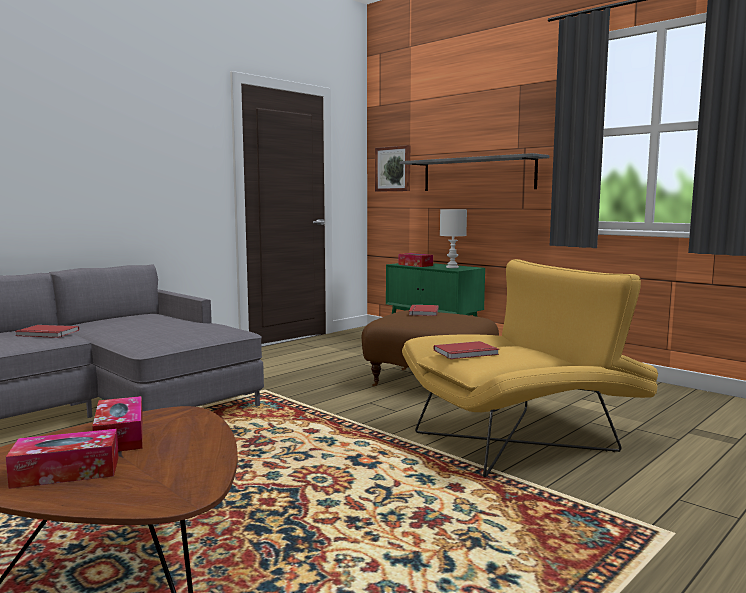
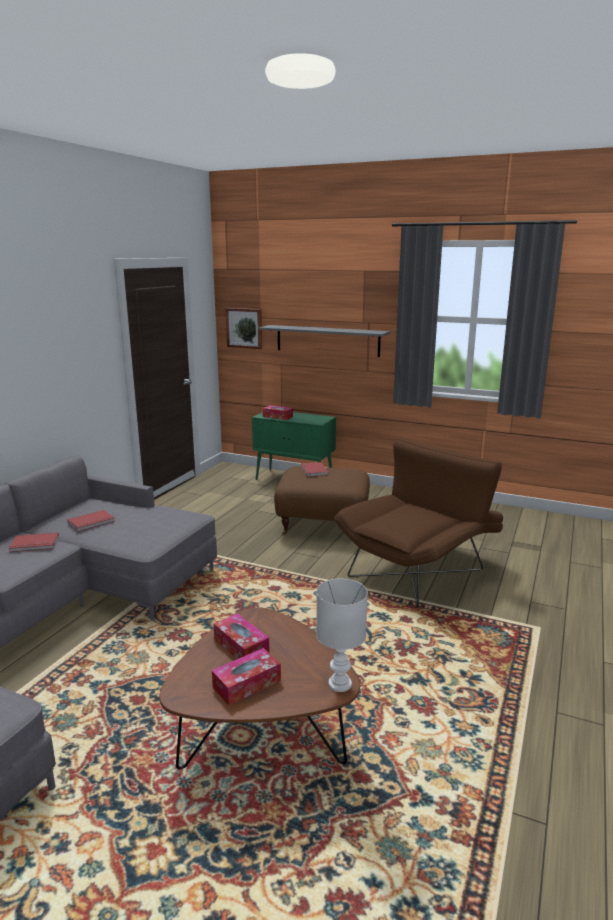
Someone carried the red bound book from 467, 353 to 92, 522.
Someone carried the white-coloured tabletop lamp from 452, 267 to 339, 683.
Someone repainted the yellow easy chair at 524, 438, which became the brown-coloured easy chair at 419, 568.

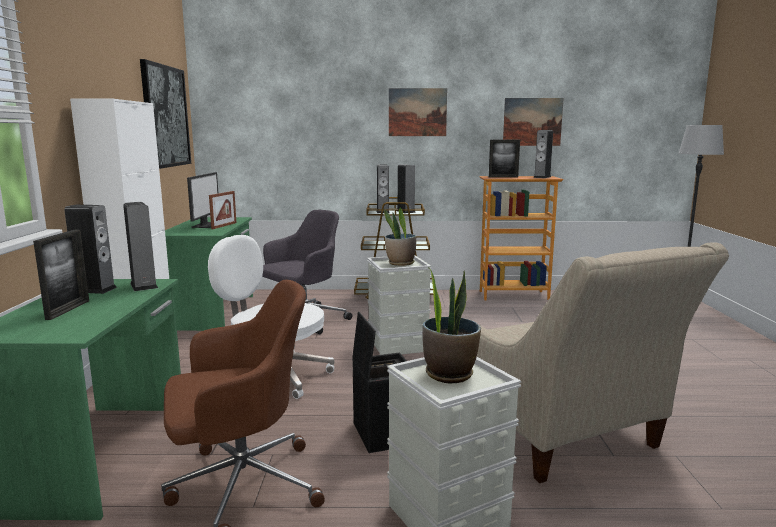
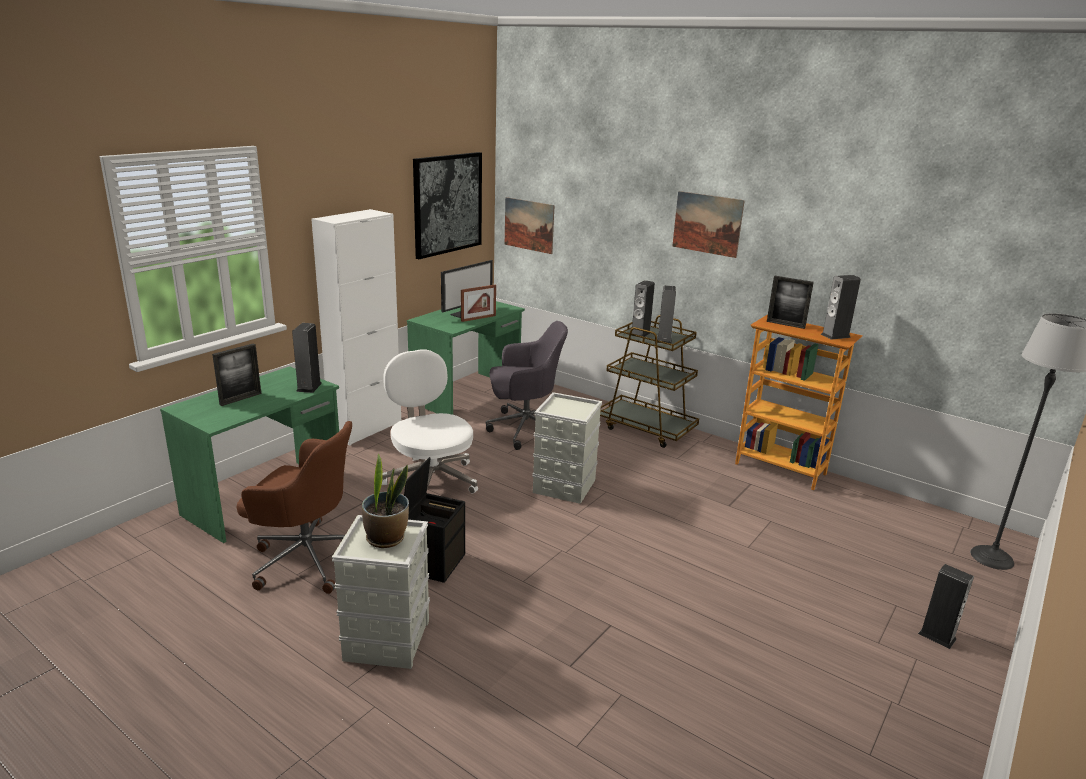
Someone took away the plant in a pot at 400, 263.
Someone took away the beige easy chair at 567, 439.
Someone carried the loudspeaker from 95, 289 to 937, 636.
Someone carried the wall art from 532, 122 to 529, 225.

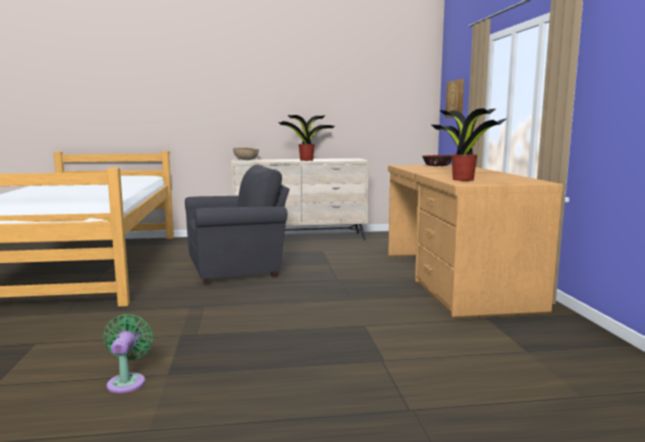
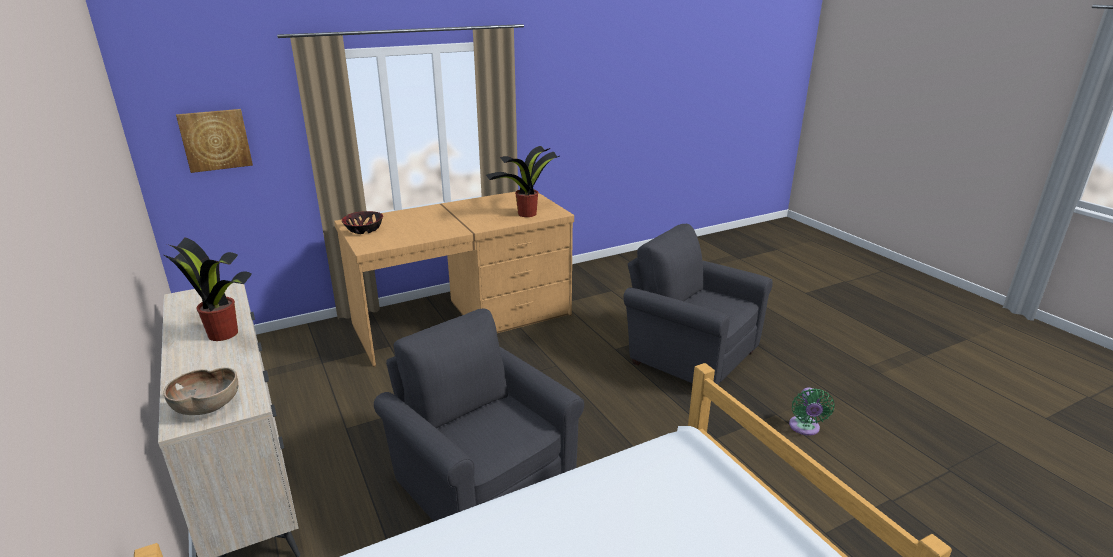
Someone put down the gray easy chair at 689, 355.
Someone rotated the green electric fan at 127, 381 by 60 degrees counterclockwise.

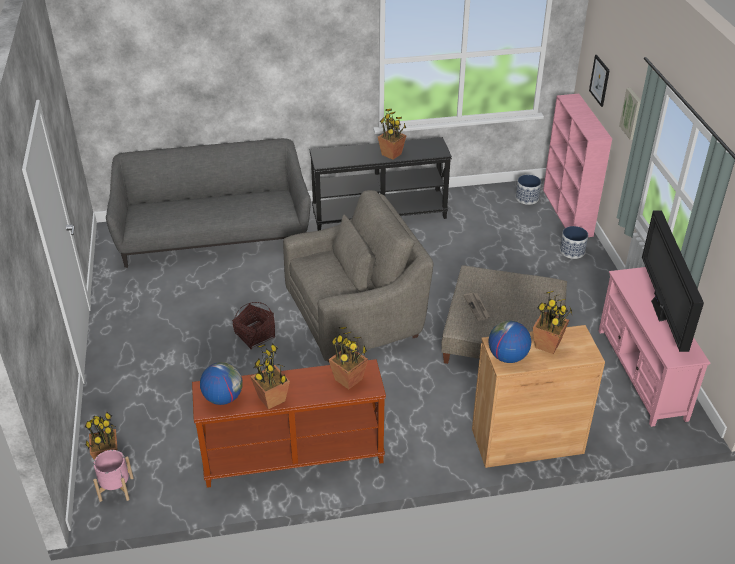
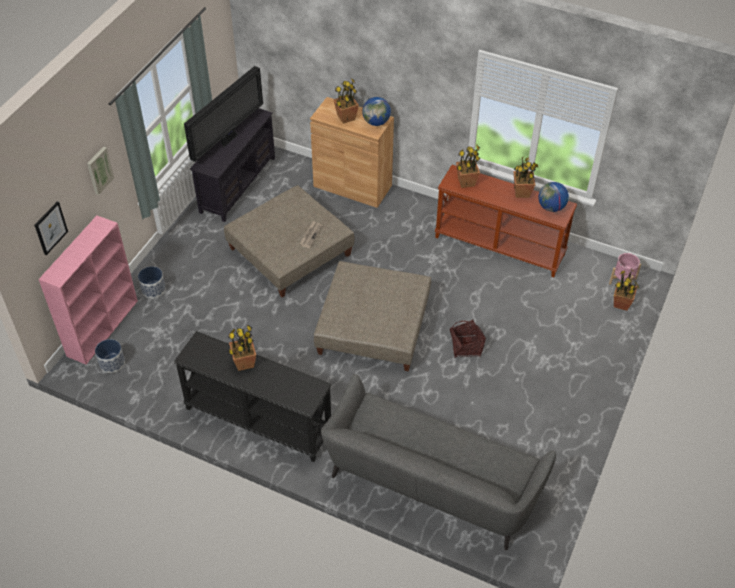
Someone swapped the gray easy chair at 355, 312 for the beige pouffe at 373, 327.
Someone repainted the pinkish tv stand at 641, 374, which became the blackish tv stand at 237, 185.

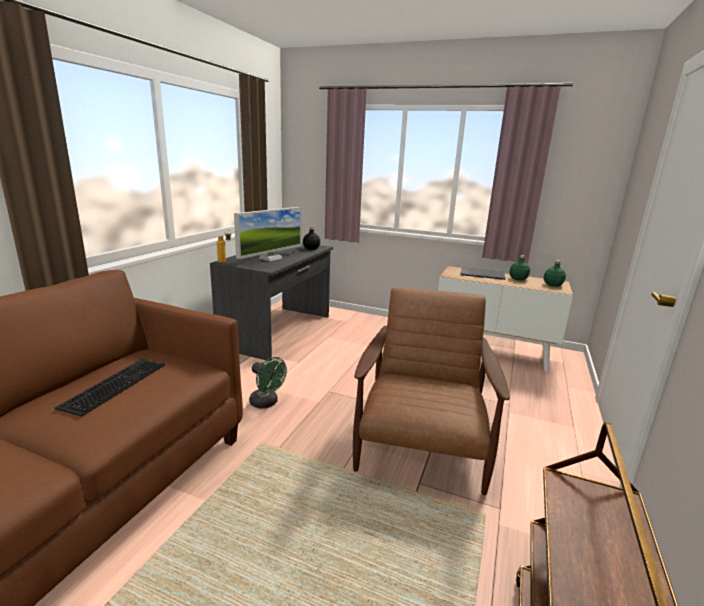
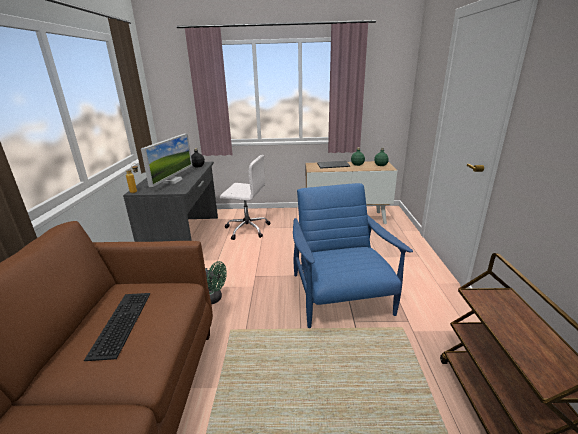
Someone put down the white-coloured computer chair at 246, 229.
Someone repainted the brown-coloured easy chair at 421, 445, which became the blue-coloured easy chair at 340, 296.

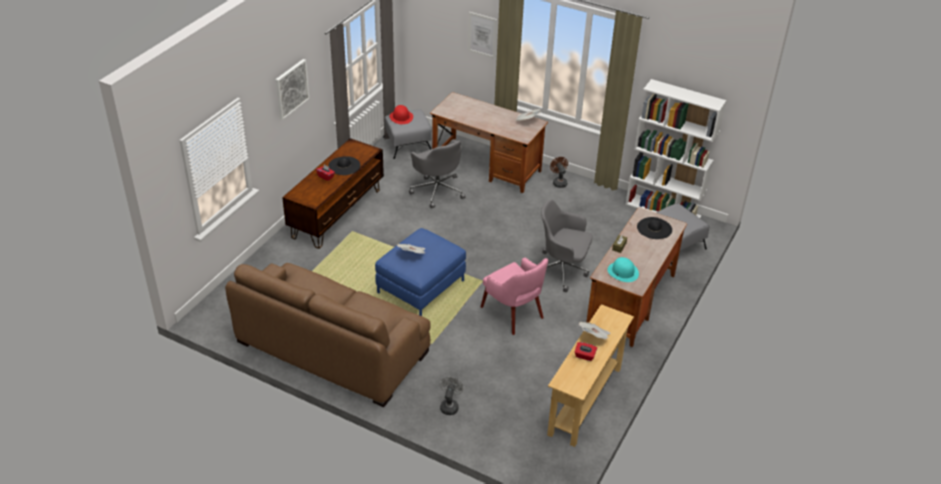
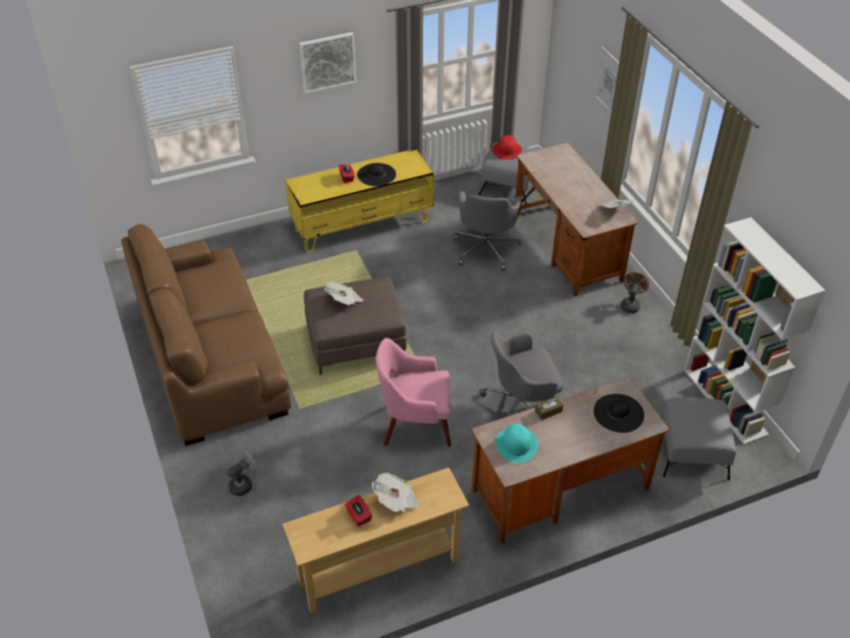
Someone repainted the brown-coloured tv stand at 337, 213, which became the yellow tv stand at 362, 225.
Someone repainted the blue-coloured pouffe at 420, 286, which became the brown-coloured pouffe at 356, 342.
Someone rotated the pinkish easy chair at 513, 313 by 90 degrees clockwise.
Someone rotated the gray computer chair at 562, 270 by 75 degrees counterclockwise.

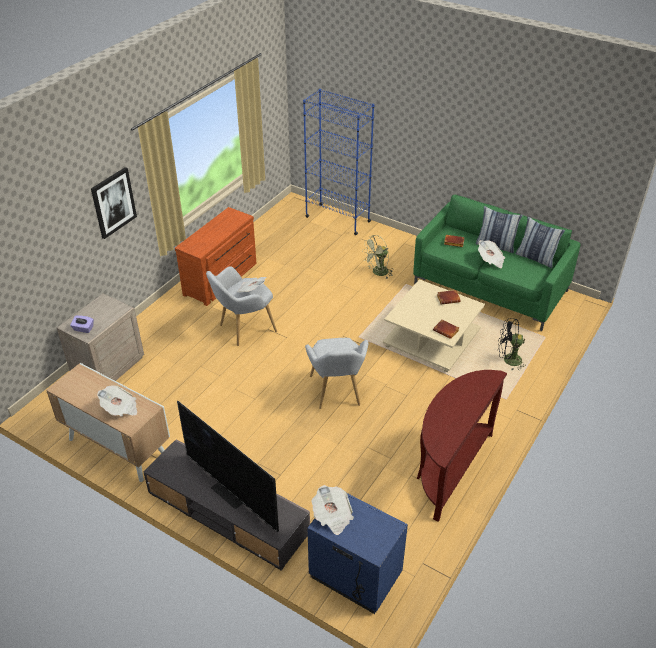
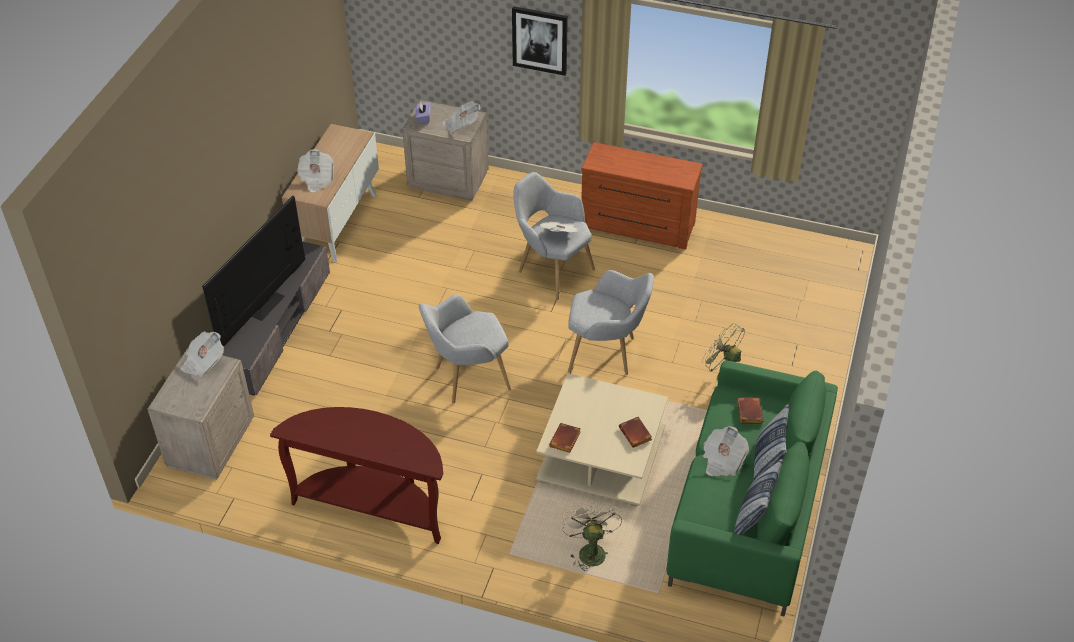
Someone took away the blue-coloured bookcase at 337, 219.
Someone put down the newspaper at 461, 125.
Someone put down the gray easy chair at 607, 354.
Someone repainted the blue-coloured night table at 354, 576, which became the beige night table at 209, 443.
Someone repainted the blackish electric fan at 508, 360, which became the beige electric fan at 589, 550.

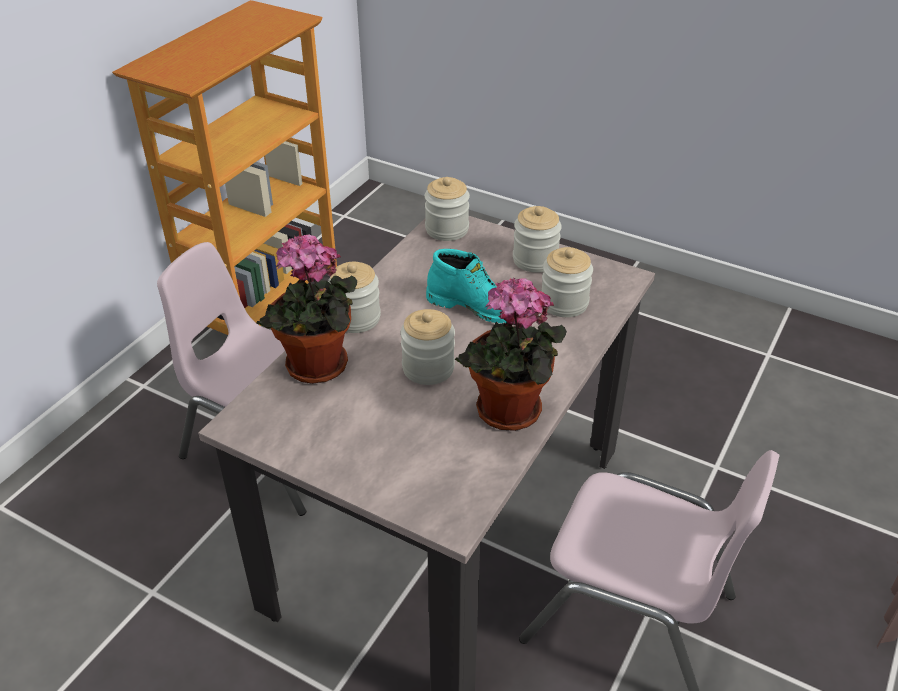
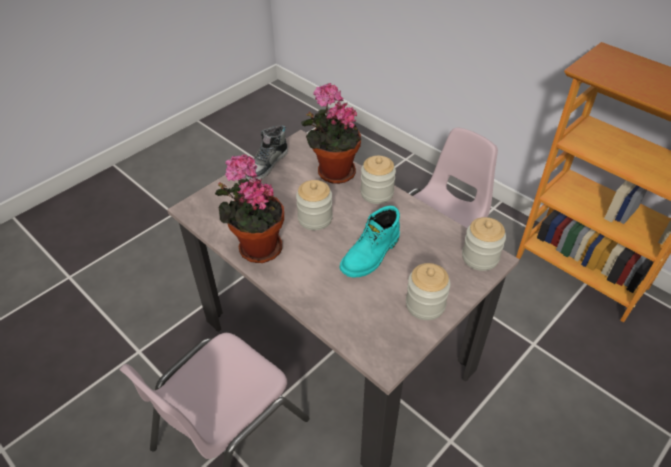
Someone took away the jar at 564, 303.
Someone put down the low shoe at 267, 164.

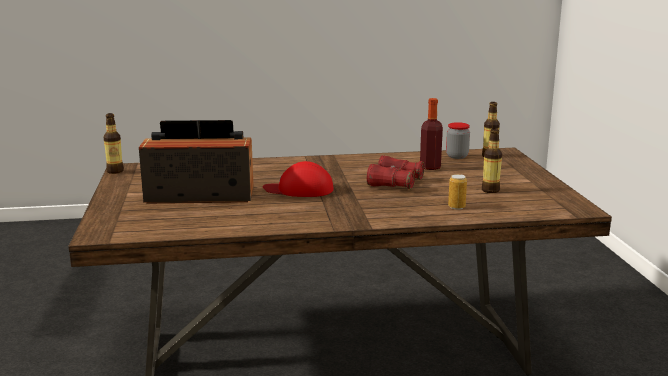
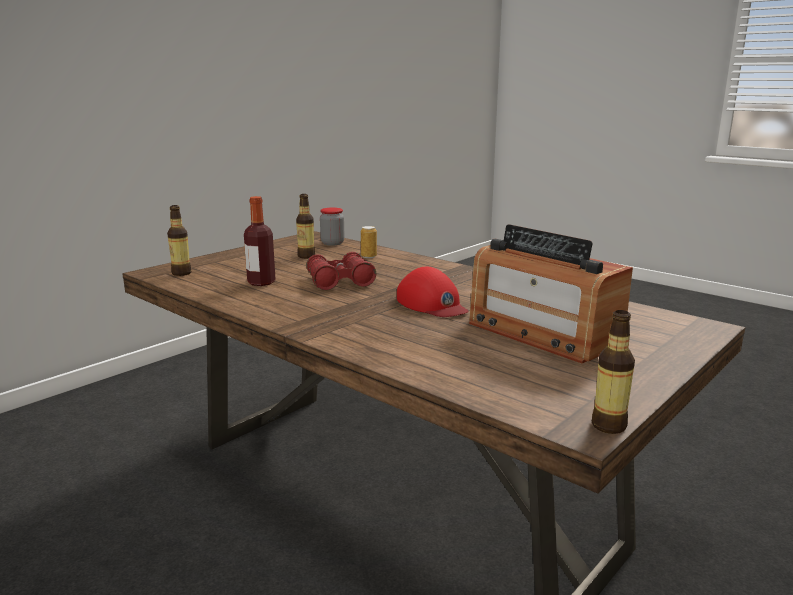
Someone carried the jar from 457, 156 to 332, 243.

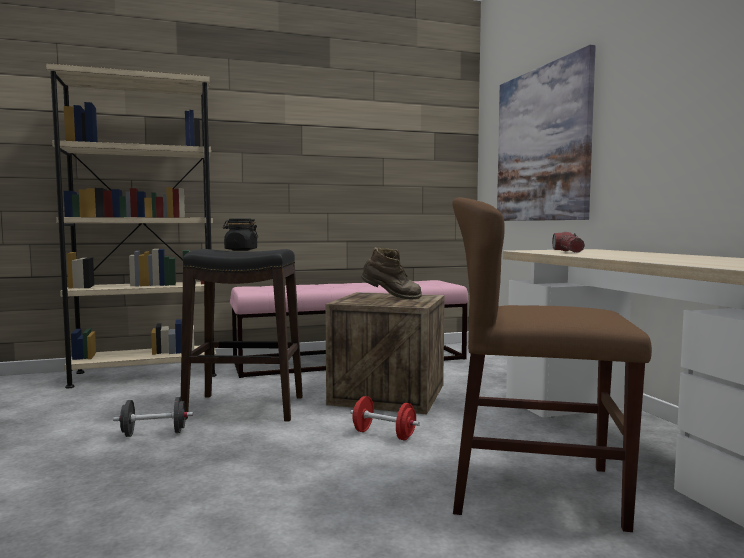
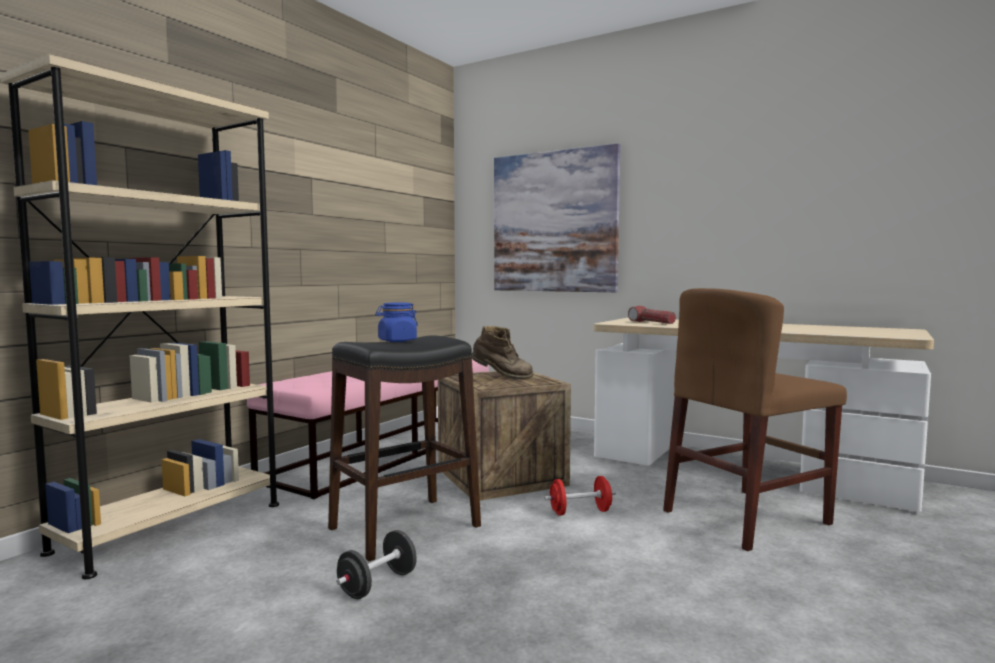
Someone repainted the blackish jar at 240, 250, which became the blue-coloured jar at 397, 341.
Someone rotated the brown-coloured tall boot at 391, 298 by 45 degrees clockwise.

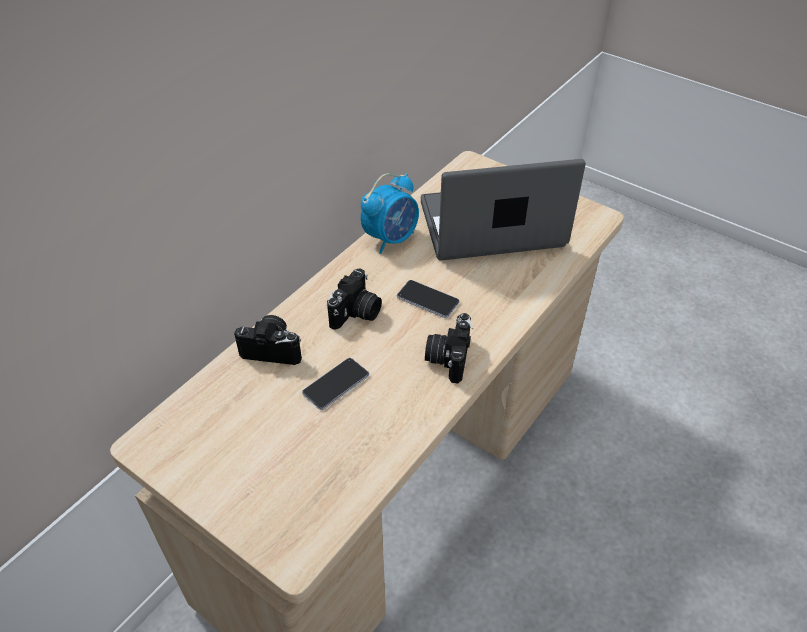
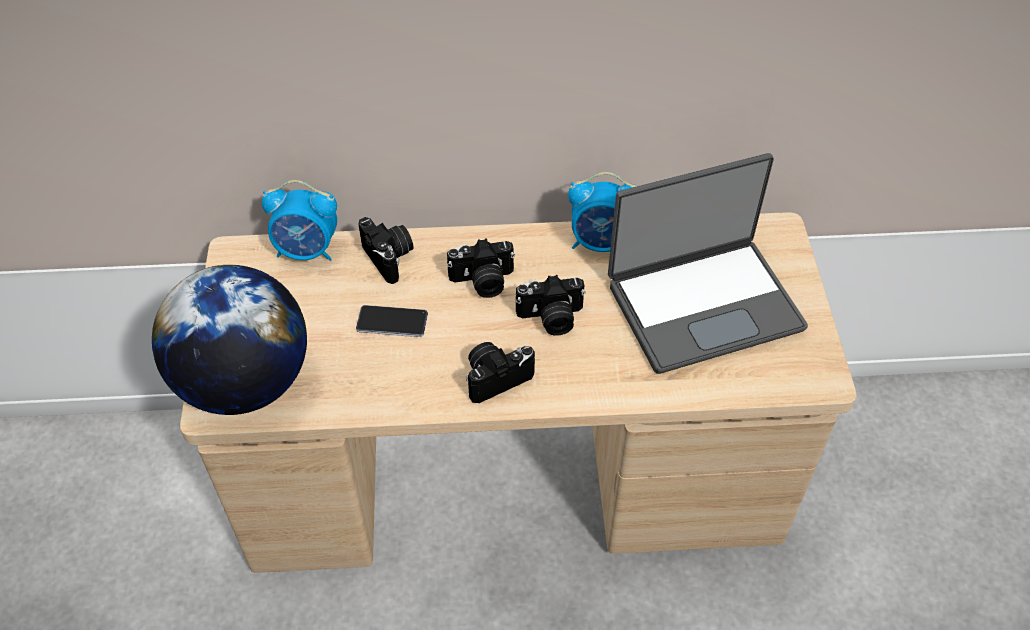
Someone put down the world globe at 245, 383.
Someone put down the bedside clock at 307, 250.
Someone swapped the phone at 428, 300 for the photo camera at 551, 318.
Someone rotated the laptop at 492, 227 by 120 degrees clockwise.

